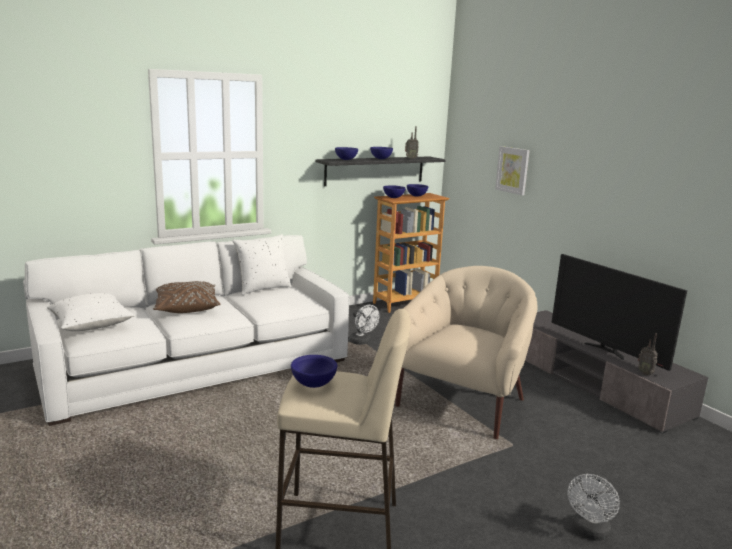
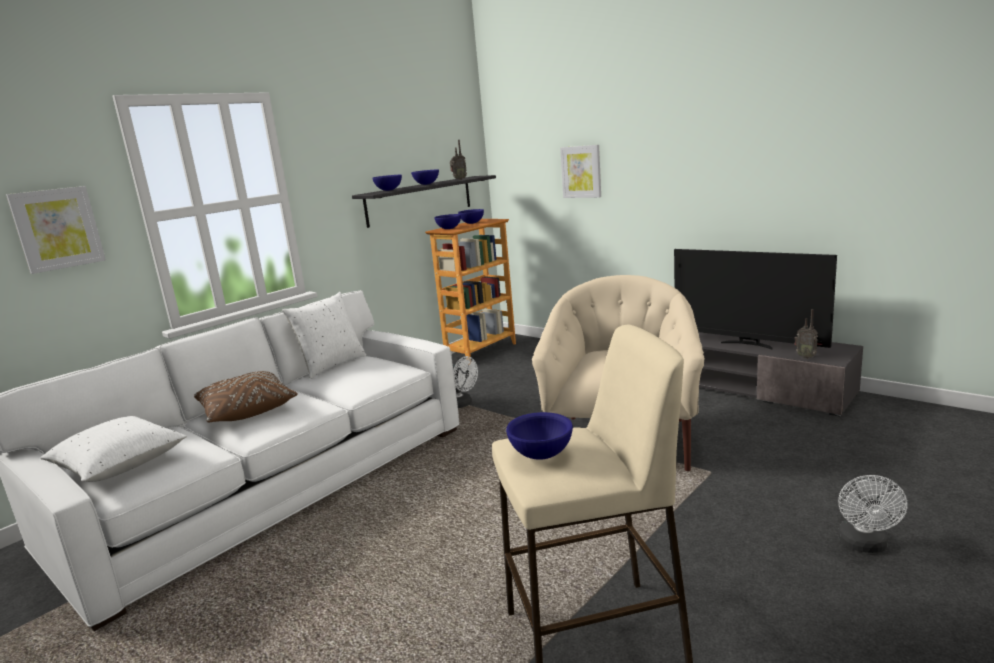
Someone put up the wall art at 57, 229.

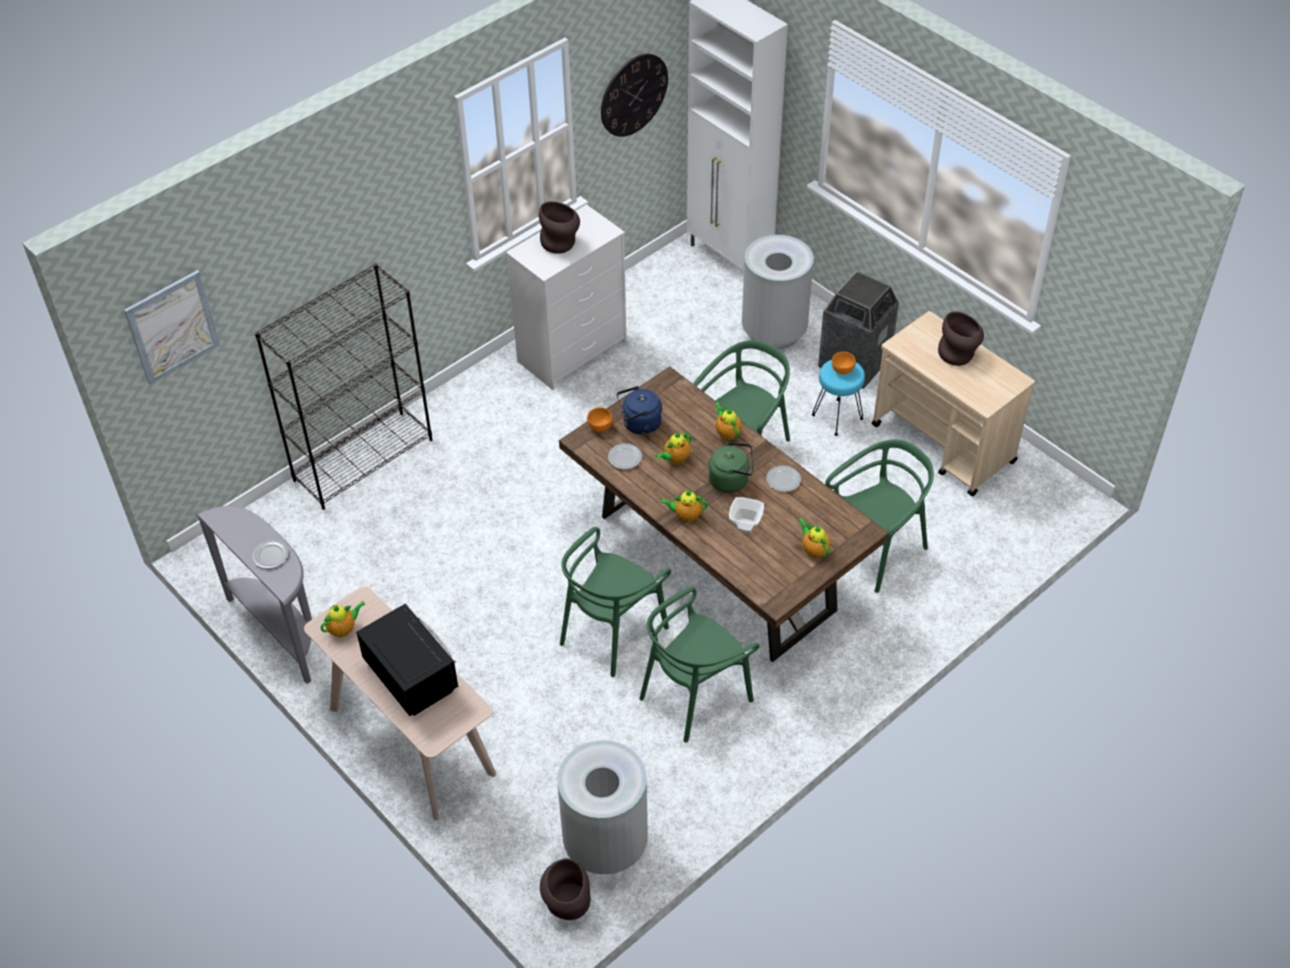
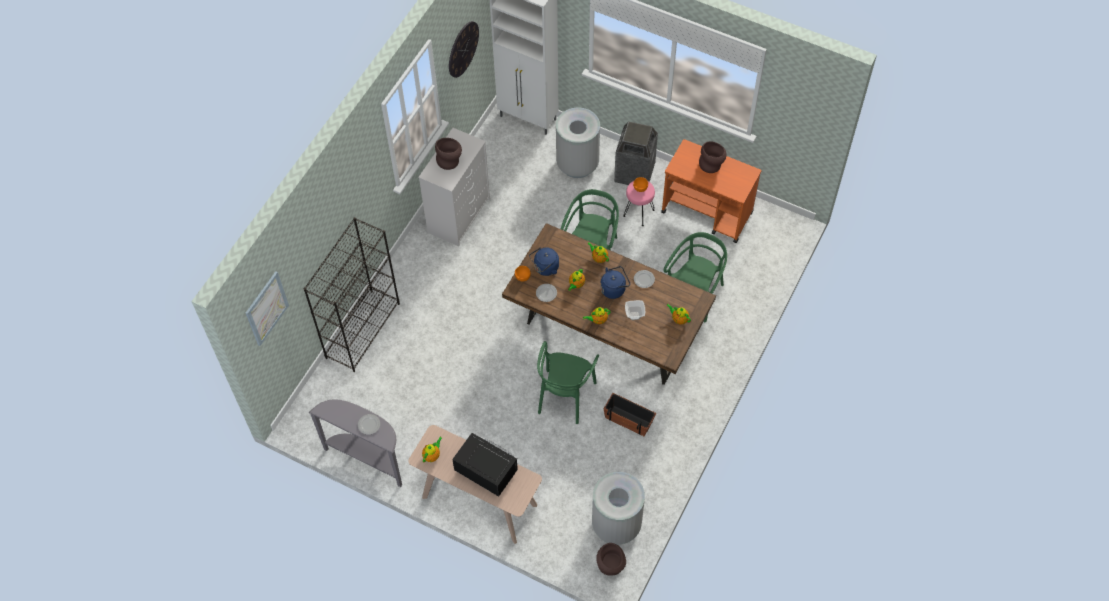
Someone swapped the green plain chair at 694, 695 for the flower pot at 628, 420.
Someone repainted the green tea kettle at 731, 480, which became the blue-coloured tea kettle at 614, 289.
Someone repainted the blue-green sitting stool at 837, 417, which became the pinkish sitting stool at 639, 213.
Someone repainted the beige cart at 944, 444, which became the orange-coloured cart at 707, 213.

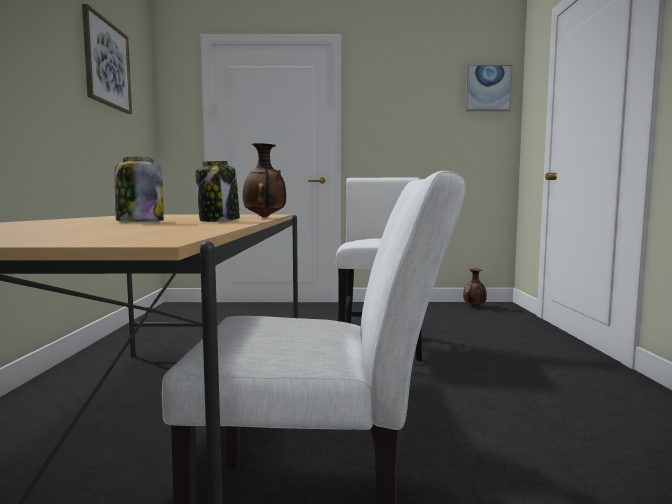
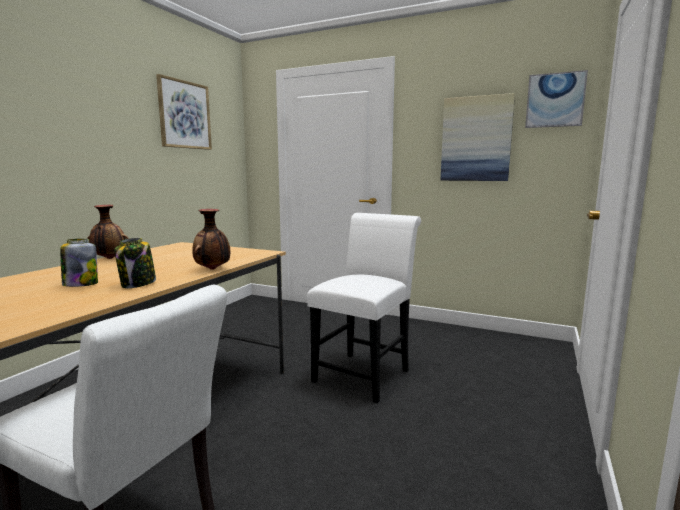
Someone put up the wall art at 476, 139.
Someone carried the decorative vase from 474, 306 to 109, 258.

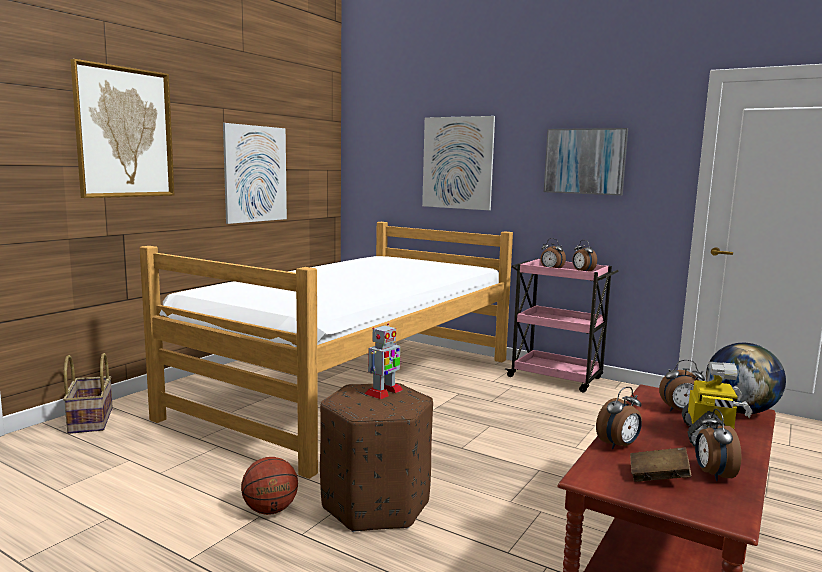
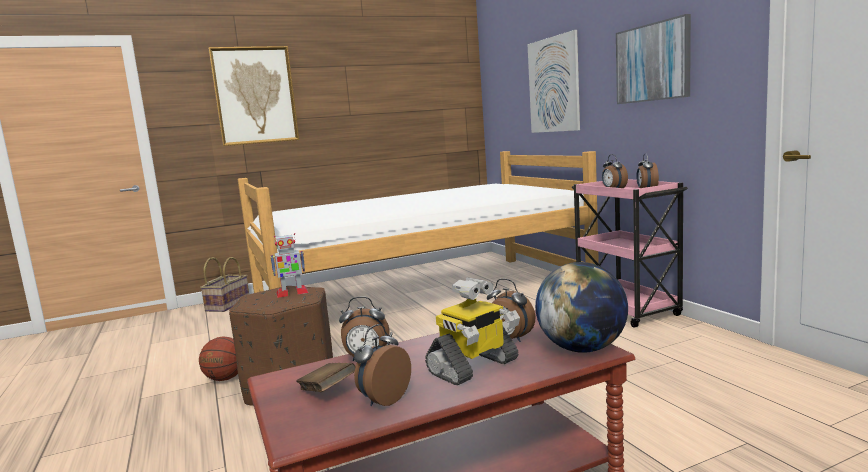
Someone took away the wall art at 255, 174.

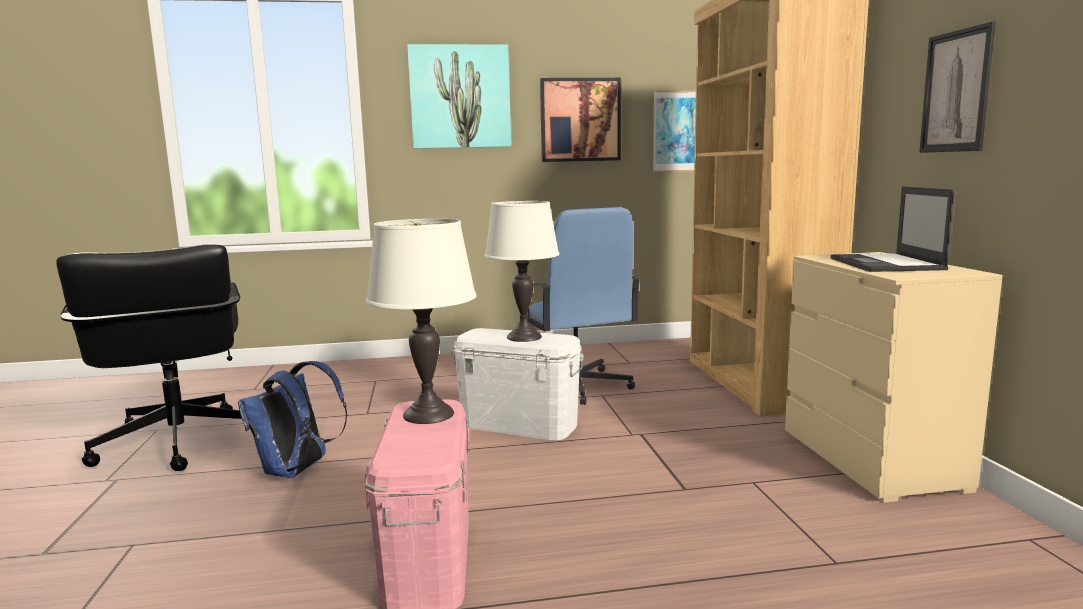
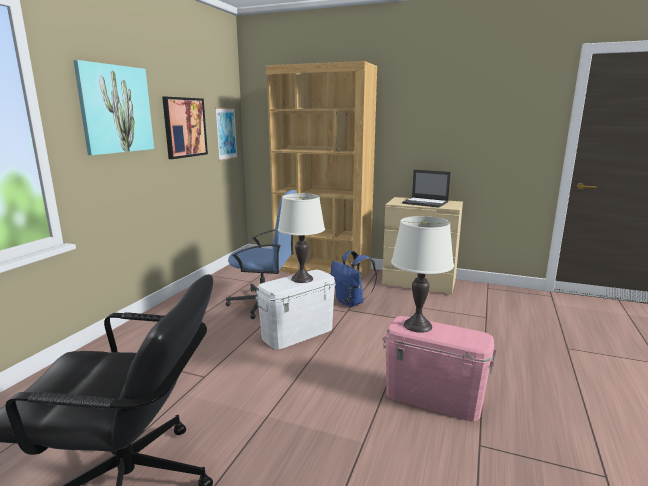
Someone took away the wall art at 956, 92.
Someone carried the blue-coloured backpack from 297, 471 to 351, 302.

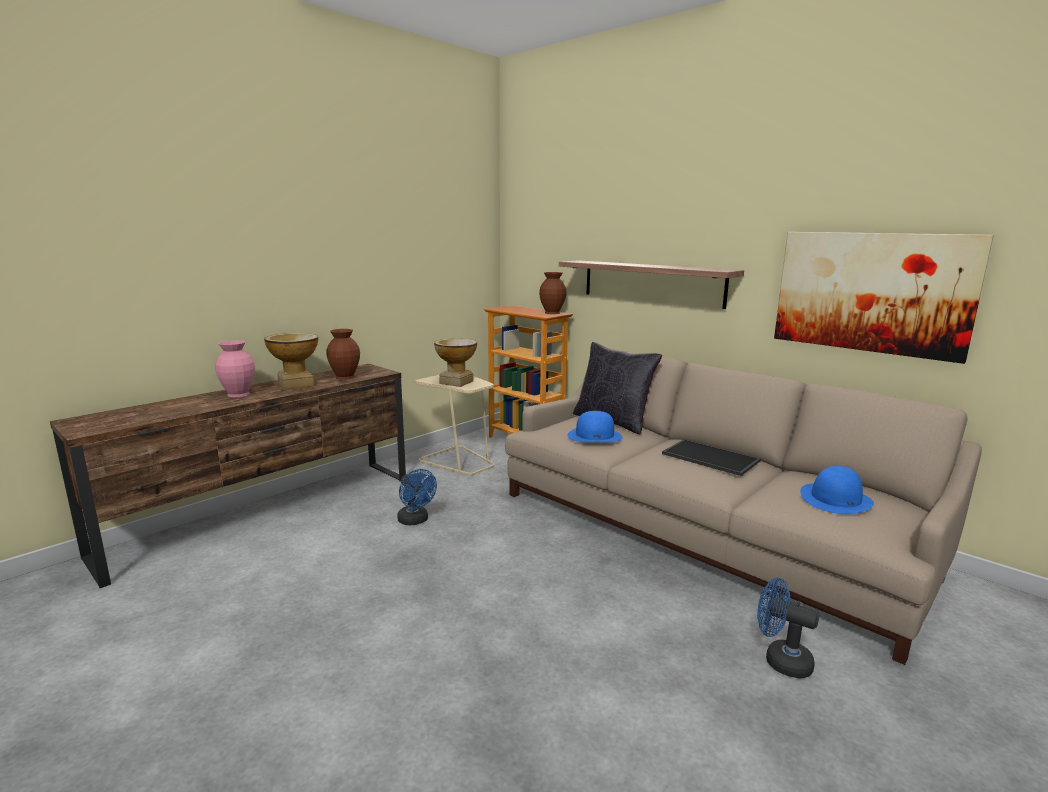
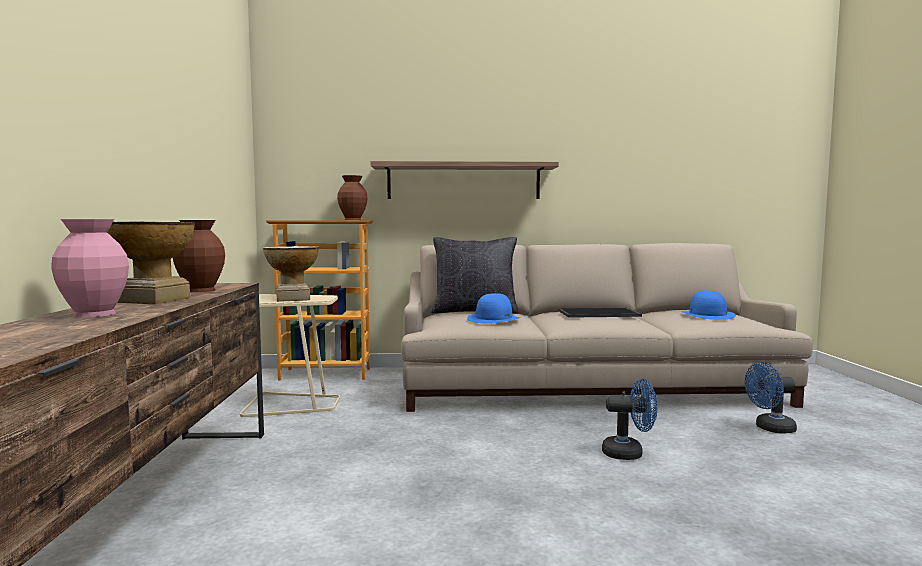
Someone took away the wall art at 871, 292.
Someone carried the blue-coloured electric fan from 415, 521 to 629, 453.

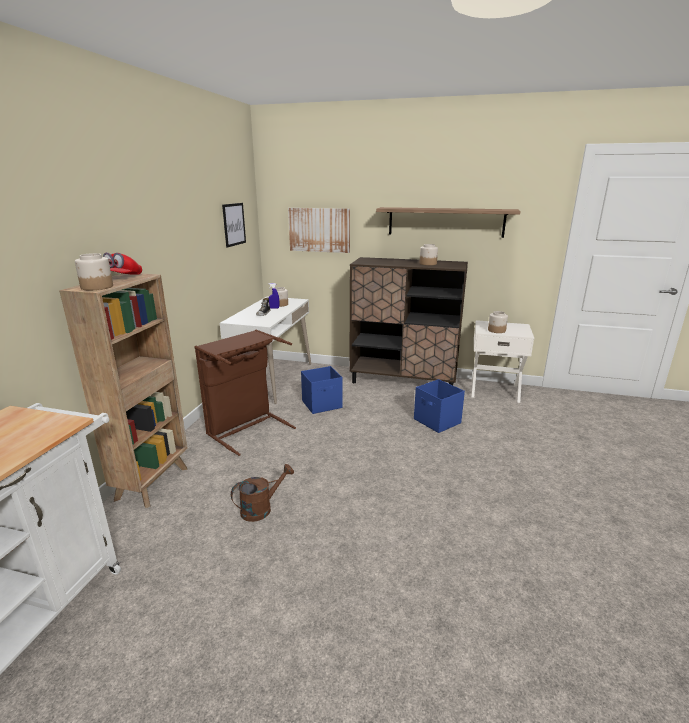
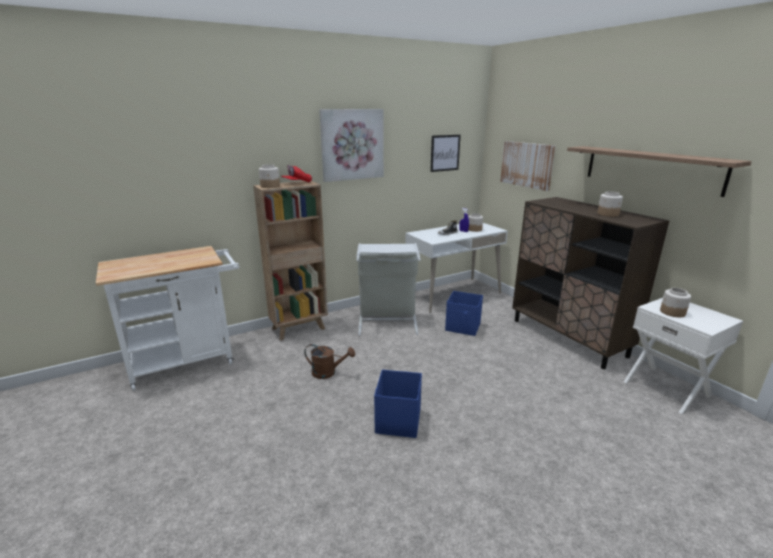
Someone put up the wall art at 352, 144.
Someone carried the blue-coloured storage container from 437, 421 to 397, 421.
Someone repainted the brown-coloured laundry basket at 246, 428, which became the gray laundry basket at 387, 321.

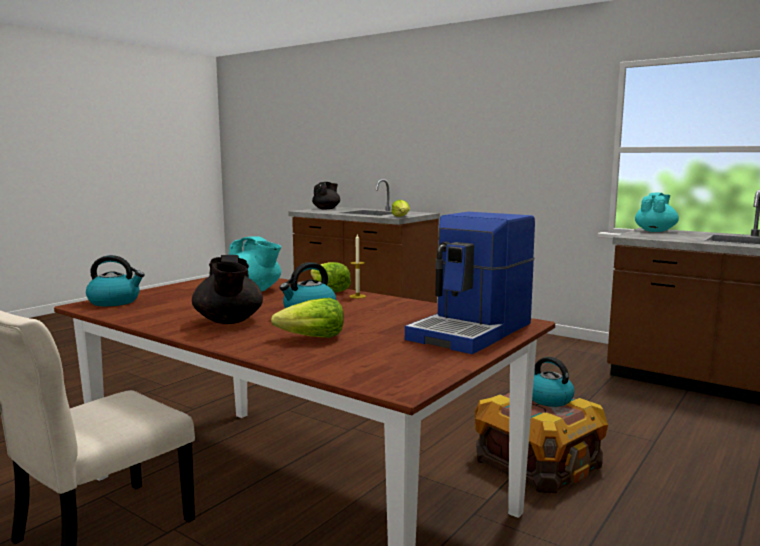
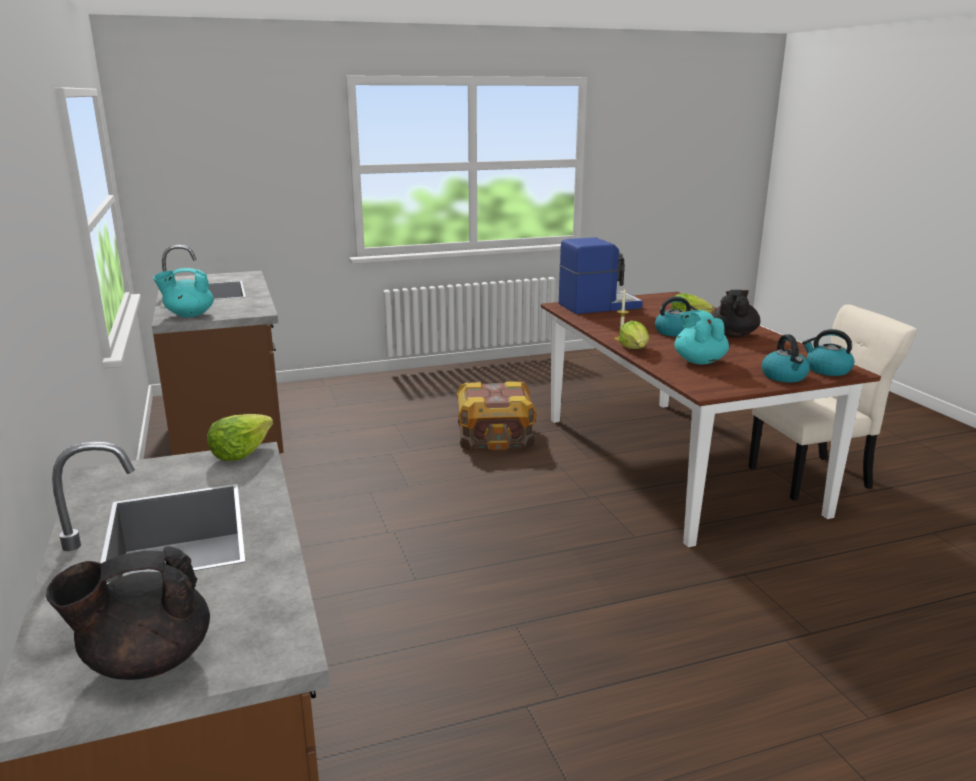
Someone carried the tea kettle from 548, 399 to 784, 377.

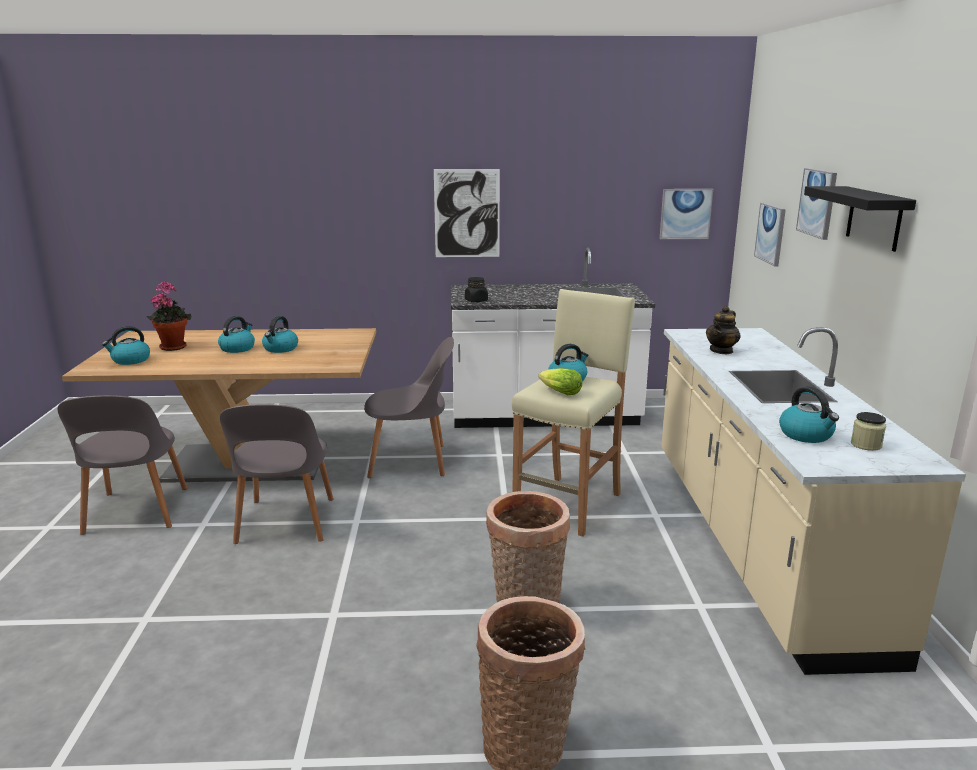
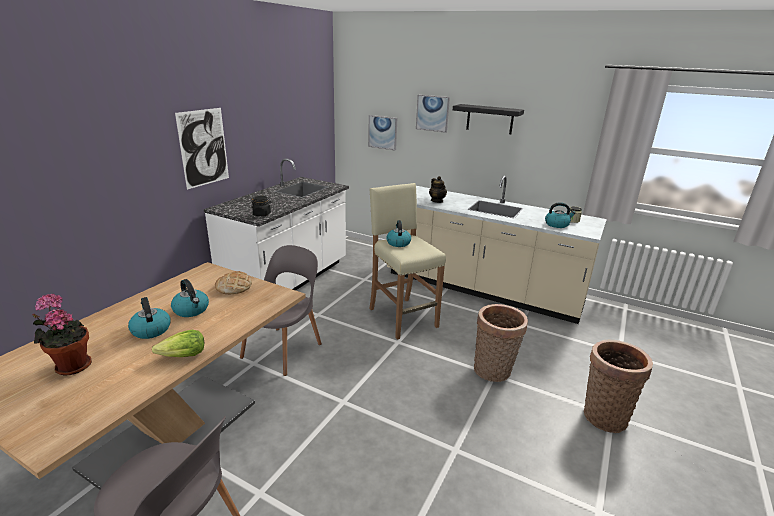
Someone took away the tea kettle at 130, 360.
Someone took away the gray plain chair at 285, 523.
Someone took away the wall art at 685, 214.
Someone put down the bread at 234, 287.
Someone carried the lettuce head from 560, 393 to 183, 356.

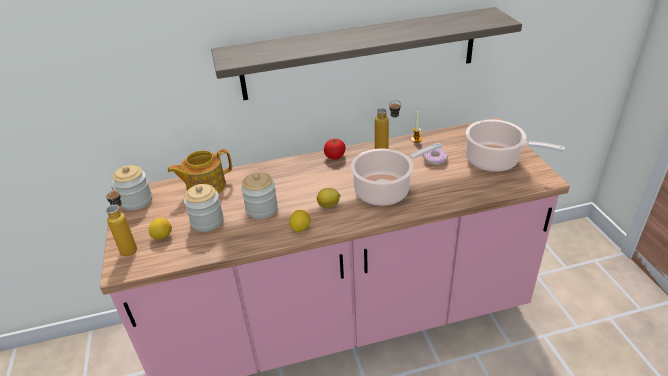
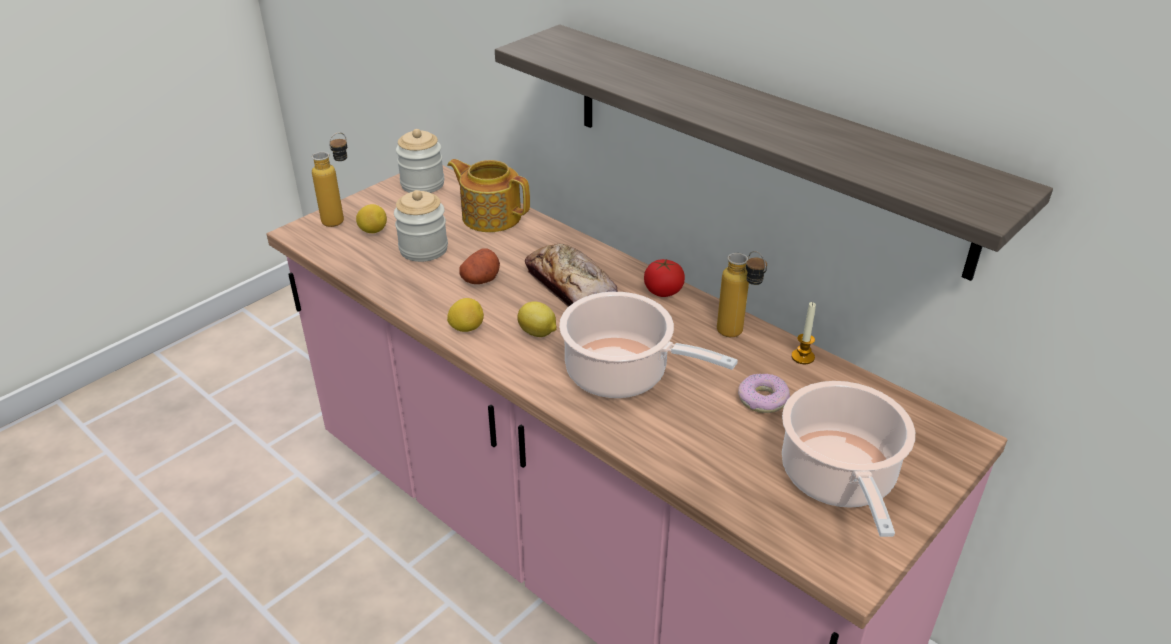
Someone put down the bread at 570, 286.
Someone swapped the jar at 262, 209 for the potato at 481, 279.

